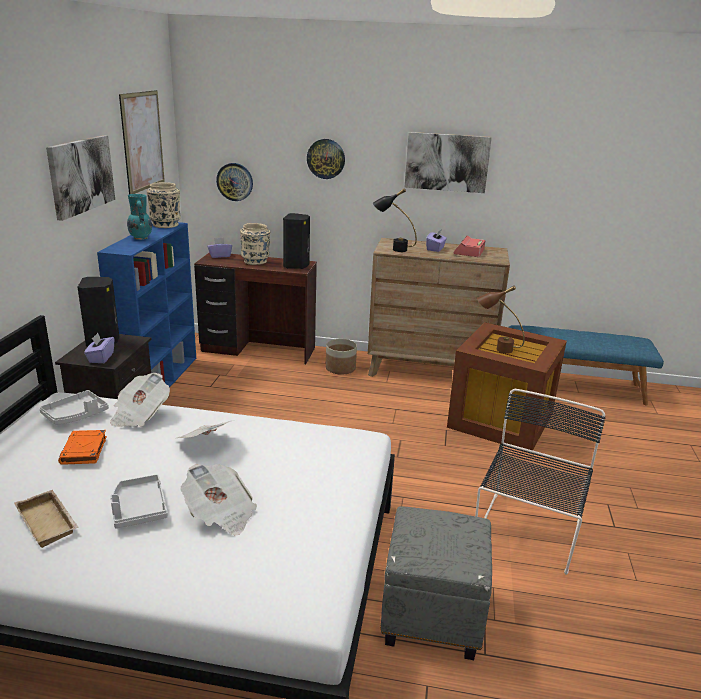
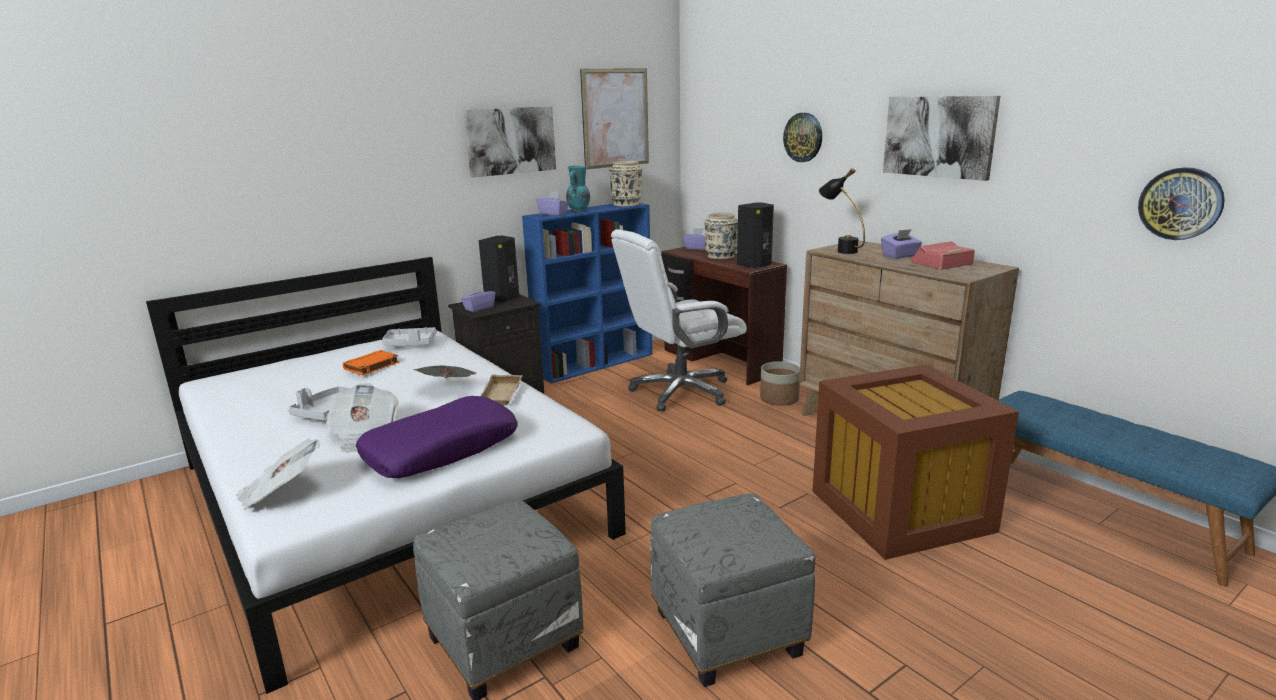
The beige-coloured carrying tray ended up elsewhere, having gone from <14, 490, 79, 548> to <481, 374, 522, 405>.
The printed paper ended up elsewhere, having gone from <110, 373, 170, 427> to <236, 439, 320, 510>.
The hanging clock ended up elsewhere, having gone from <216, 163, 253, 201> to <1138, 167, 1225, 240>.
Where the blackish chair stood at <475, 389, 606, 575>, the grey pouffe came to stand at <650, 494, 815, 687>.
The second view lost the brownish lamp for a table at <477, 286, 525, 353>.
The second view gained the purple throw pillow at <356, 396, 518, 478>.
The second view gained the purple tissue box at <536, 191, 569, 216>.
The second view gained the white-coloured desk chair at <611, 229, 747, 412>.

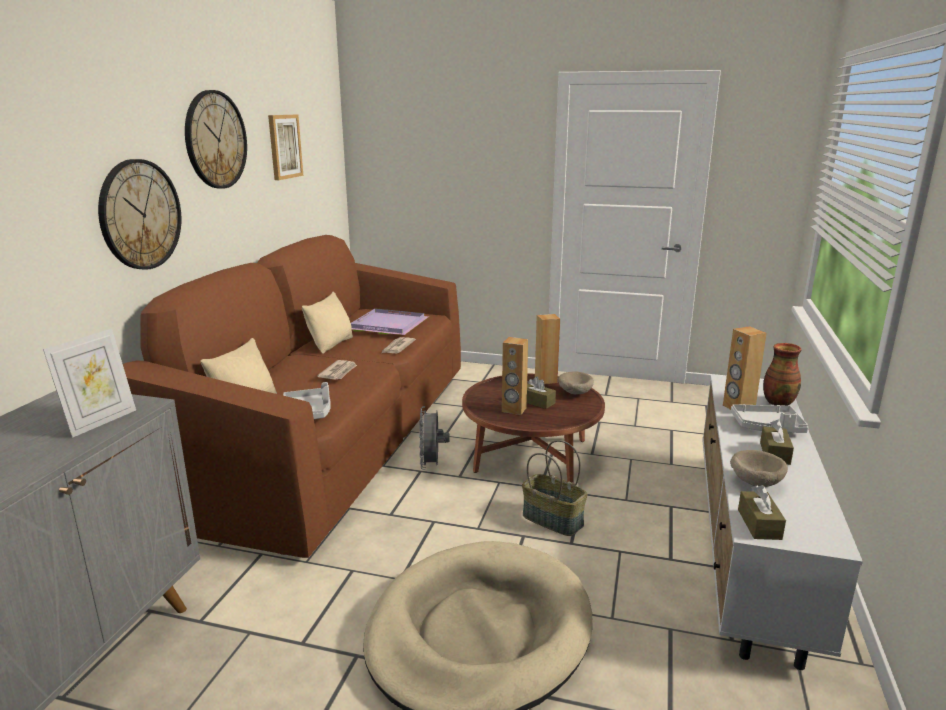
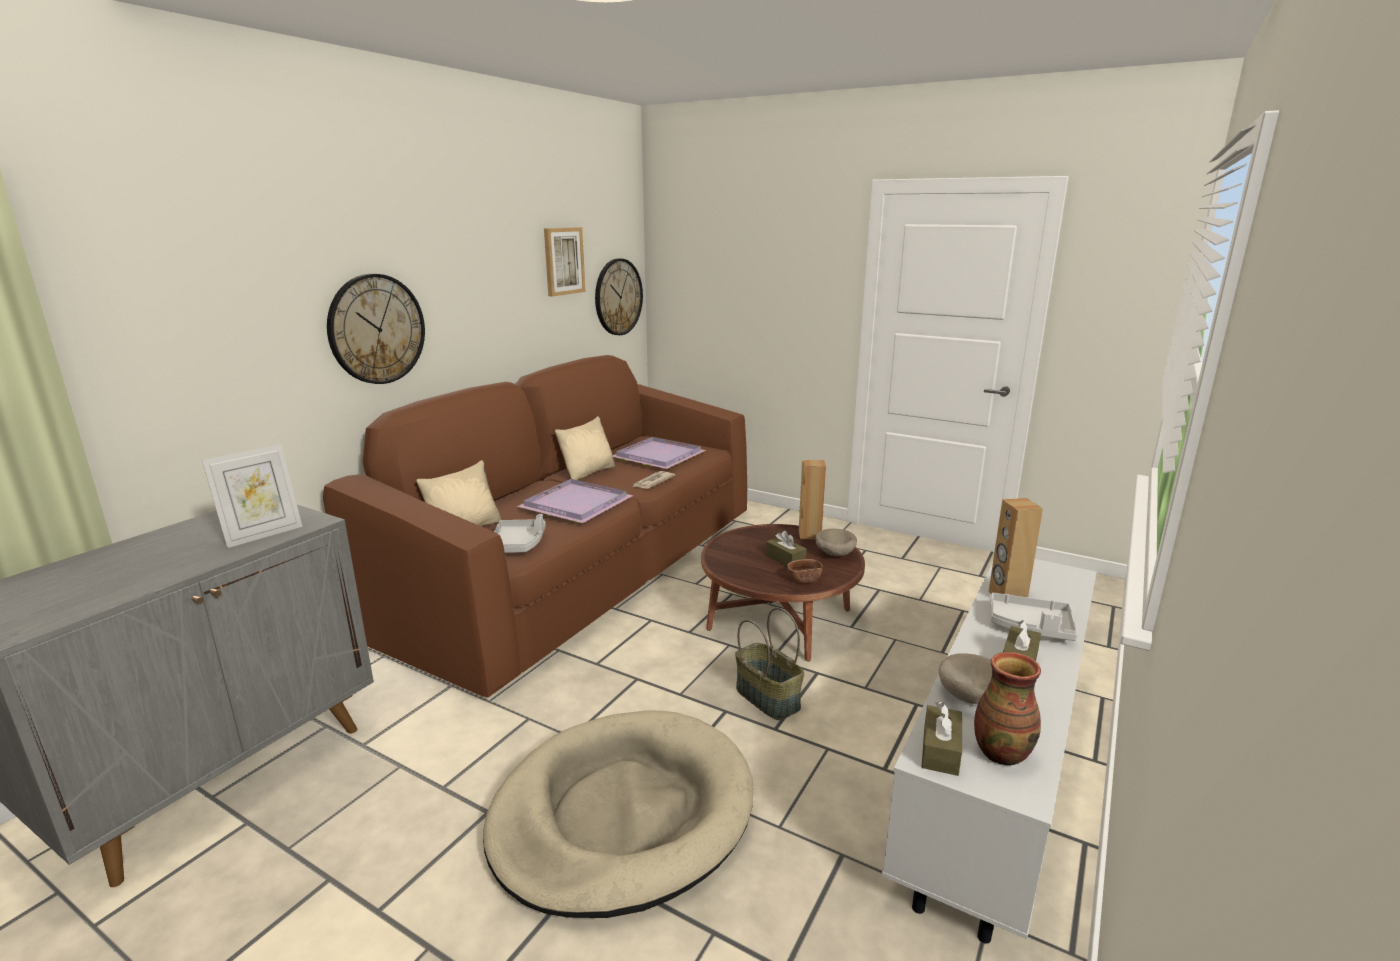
The hanging clock ended up elsewhere, having gone from <185, 90, 247, 189> to <595, 259, 643, 335>.
Where the printed paper stood at <317, 360, 357, 380>, the purple carrying tray came to stand at <517, 479, 633, 523>.
The second view lost the grey fan at <419, 406, 450, 470>.
The second view lost the brownish speaker at <502, 337, 528, 415>.
The vase ended up elsewhere, having gone from <763, 343, 802, 406> to <974, 652, 1041, 766>.
The second view gained the brownish deep dish at <787, 559, 823, 583>.

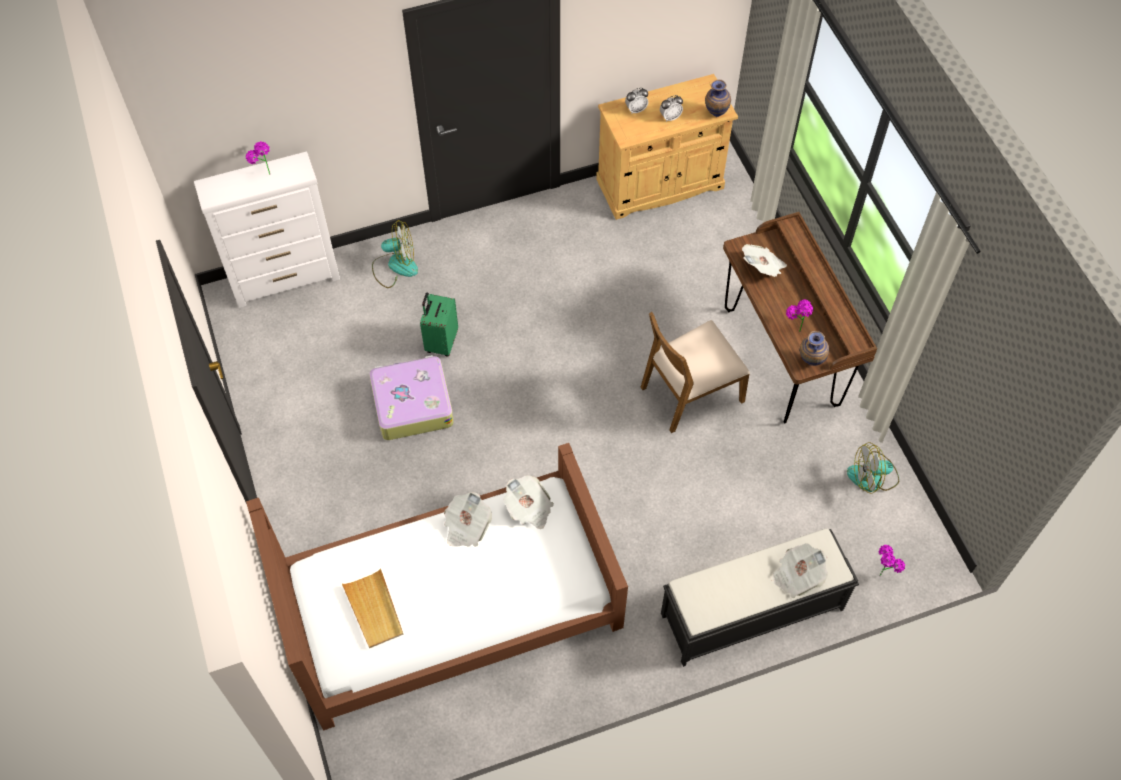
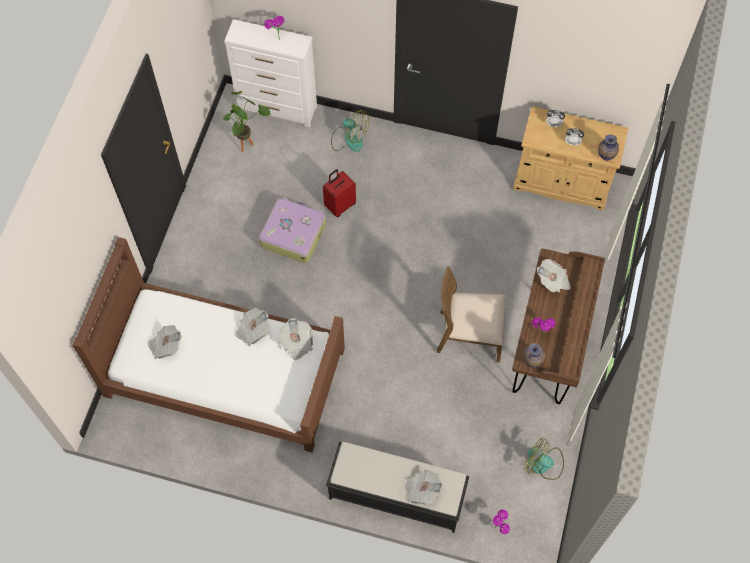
Where the beige-coloured carrying tray stood at <342, 568, 404, 648>, the printed paper came to stand at <147, 325, 182, 359>.
What was the green-coloured suitcase at <420, 293, 458, 357> turned into the reddish suitcase at <323, 169, 356, 217>.
The second view gained the potted plant at <223, 91, 271, 152>.

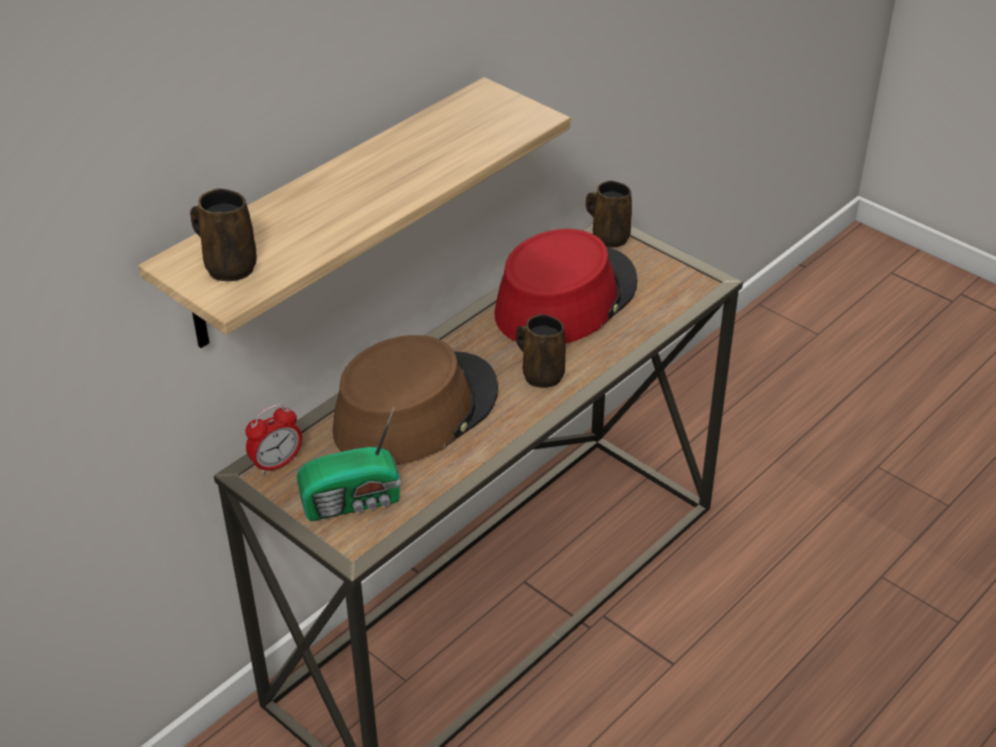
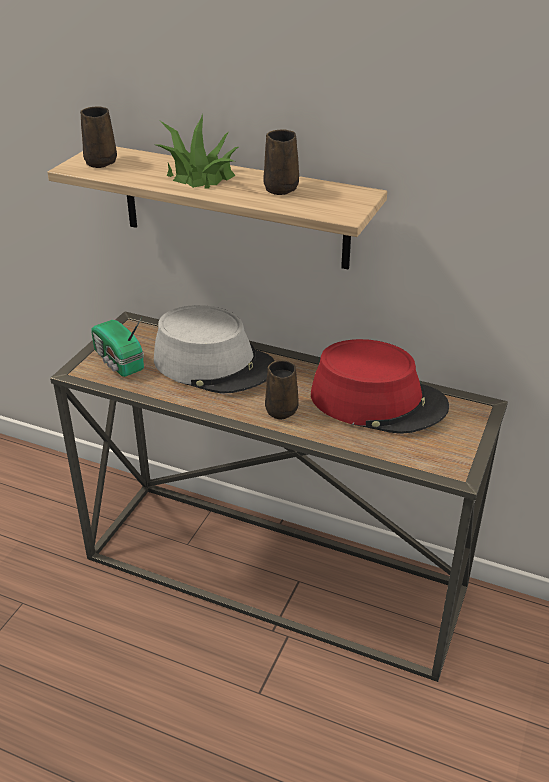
The second view lost the alarm clock at <245, 404, 302, 475>.
What was the brownish wearable hat at <333, 335, 498, 465> turned into the grey wearable hat at <154, 305, 274, 394>.
The brownish tea mug ended up elsewhere, having gone from <586, 181, 632, 248> to <263, 129, 299, 195>.
The second view gained the potted plant at <156, 114, 238, 189>.

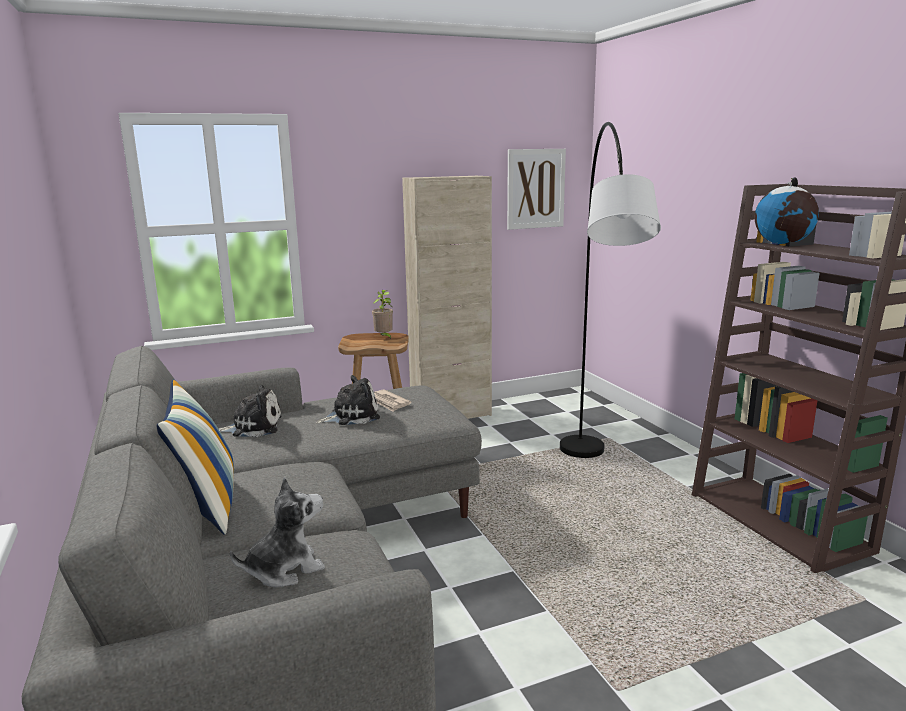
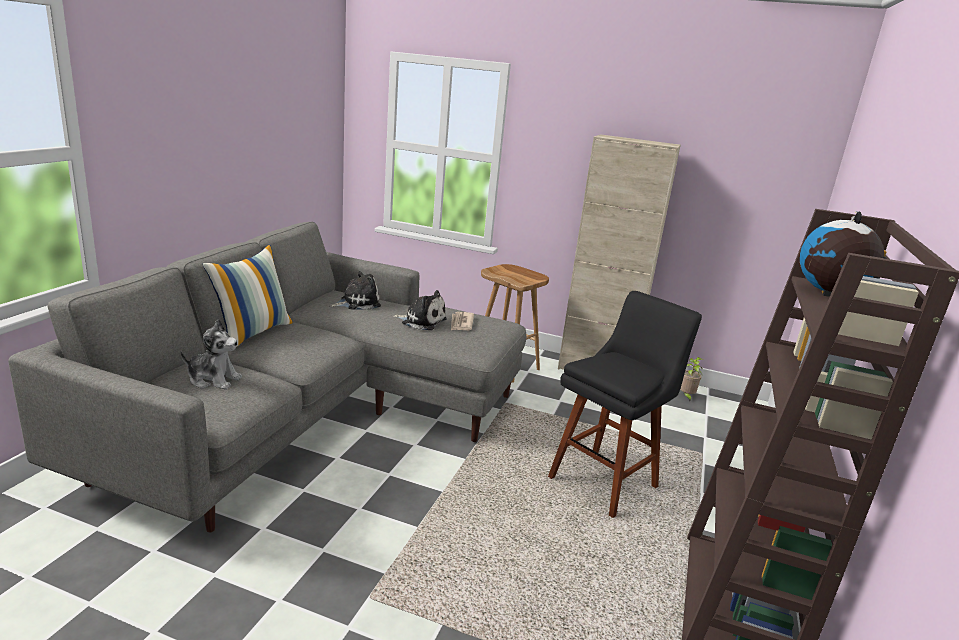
The soft toy at <219, 385, 282, 437> ended up facing another way, 60 degrees counterclockwise from before.
The potted plant ended up elsewhere, having gone from <372, 290, 393, 339> to <680, 357, 703, 402>.
The second view lost the wall picture at <507, 149, 566, 230>.
Where the grey floor lamp stood at <560, 122, 661, 458>, the blackish stool seat came to stand at <548, 291, 702, 518>.

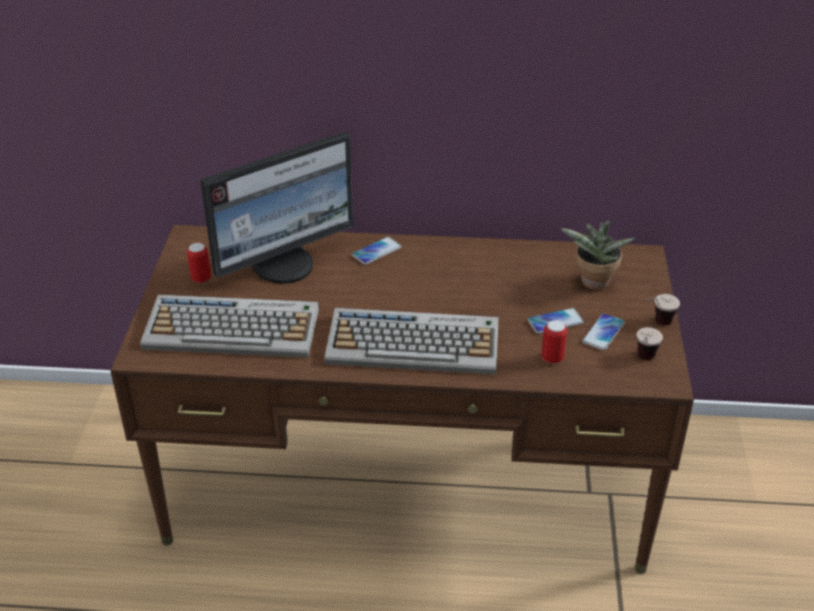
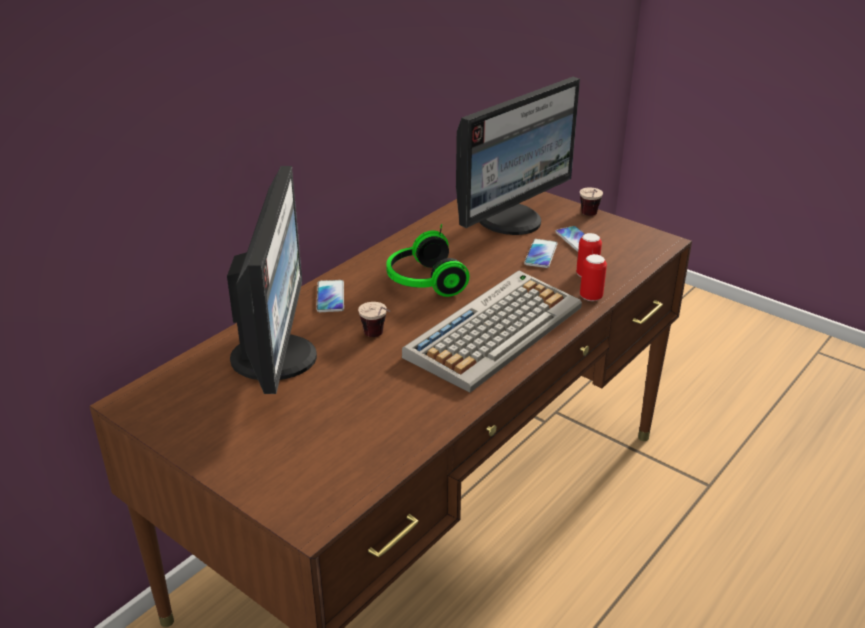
The second view lost the computer keyboard at <140, 295, 319, 358>.
The sealed can ended up elsewhere, having gone from <187, 243, 211, 283> to <580, 254, 607, 301>.
Where the potted plant stood at <560, 220, 635, 290>, the monitor came to stand at <456, 77, 580, 235>.
The small cup ended up elsewhere, having gone from <637, 327, 663, 360> to <358, 302, 390, 337>.
The second view gained the pair of headphones at <386, 224, 470, 297>.

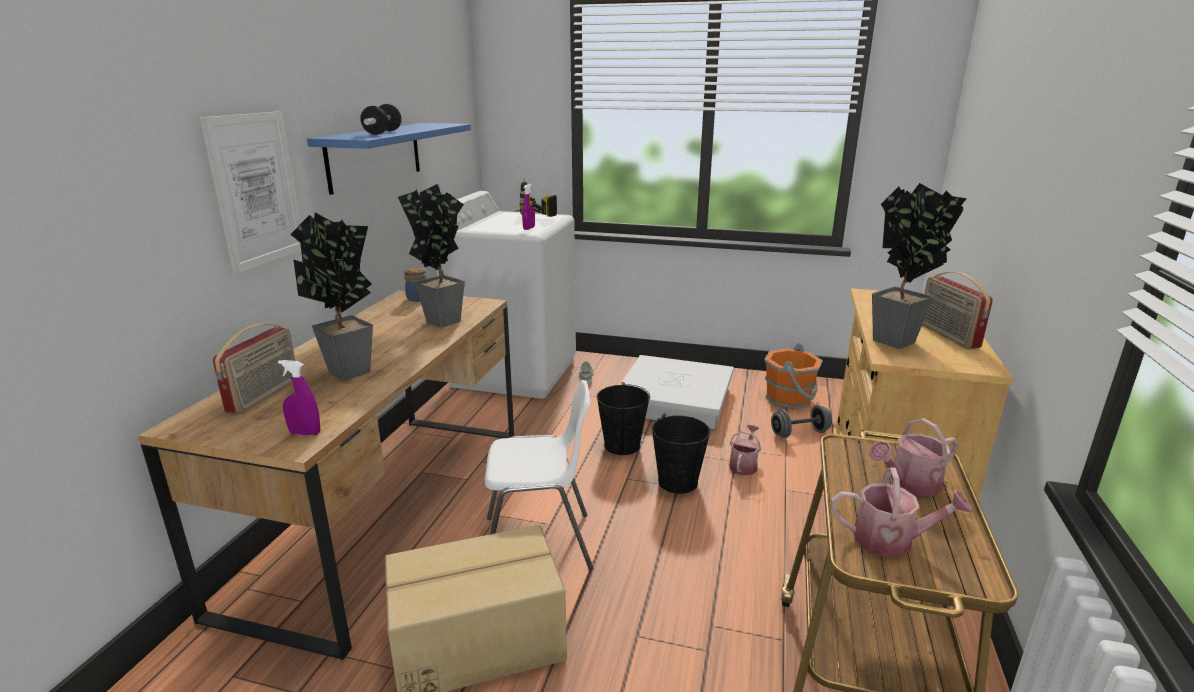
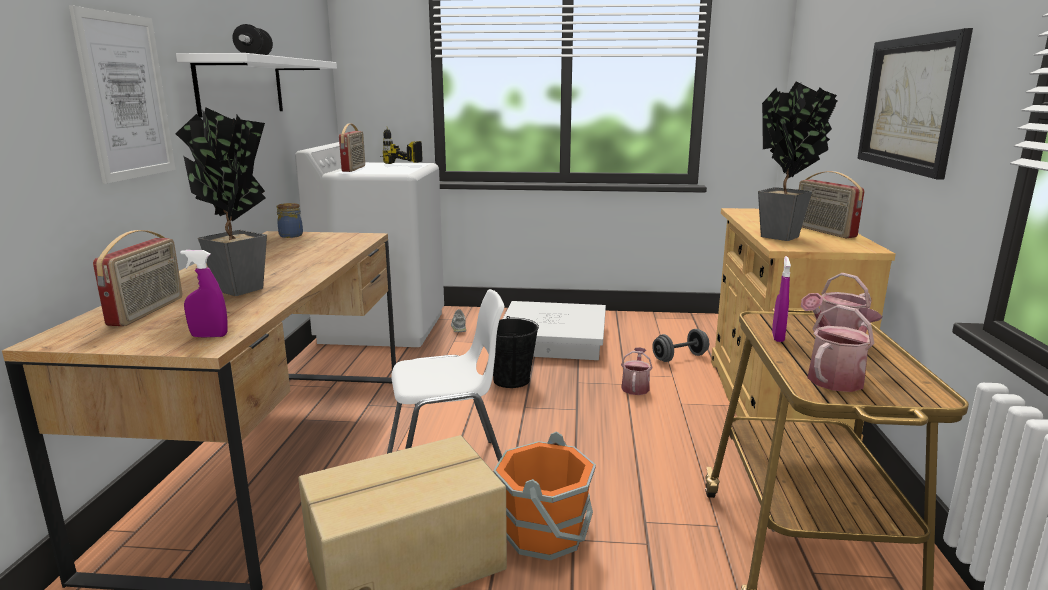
What was the blue shelf at <307, 123, 471, 195> turned into the white-coloured shelf at <176, 53, 337, 118>.
The second view lost the potted plant at <398, 184, 465, 327>.
The purple hand sprayer ended up elsewhere, having gone from <522, 184, 535, 230> to <772, 256, 791, 342>.
The second view lost the blackish water bucket at <651, 414, 710, 494>.
The orange water bucket ended up elsewhere, having gone from <764, 343, 823, 409> to <493, 431, 596, 561>.
The sprinkling can at <831, 467, 972, 557> ended up facing another way, 45 degrees counterclockwise from before.
The second view gained the radio set at <339, 124, 365, 172>.
The second view gained the wall picture at <857, 28, 973, 179>.

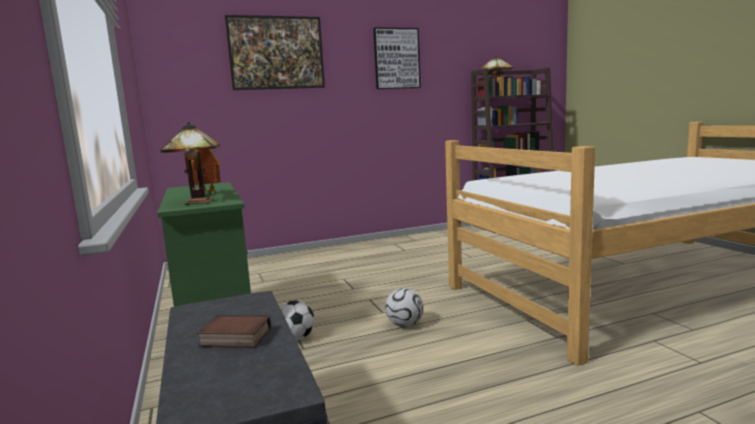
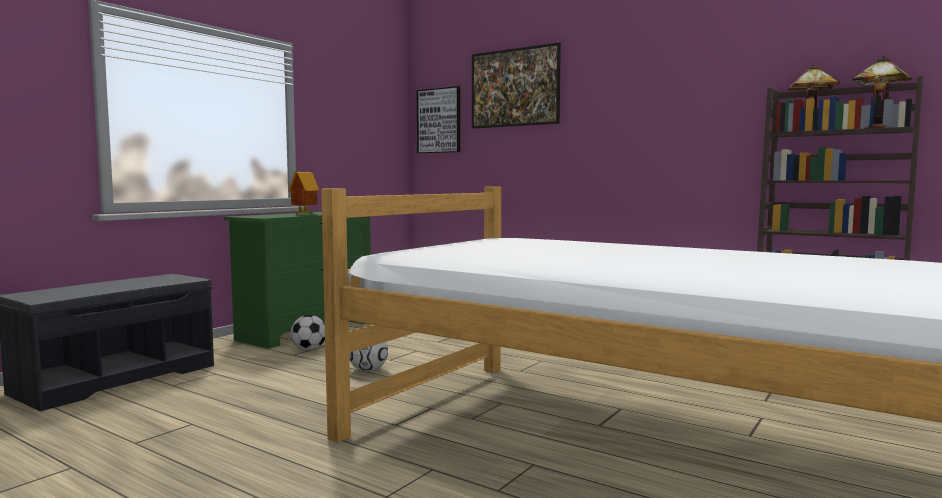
The lamp for a table ended up elsewhere, having gone from <160, 122, 220, 205> to <852, 56, 912, 129>.
The second view lost the bound book at <197, 315, 271, 348>.
The wall picture ended up elsewhere, having gone from <373, 28, 421, 89> to <417, 86, 460, 154>.

